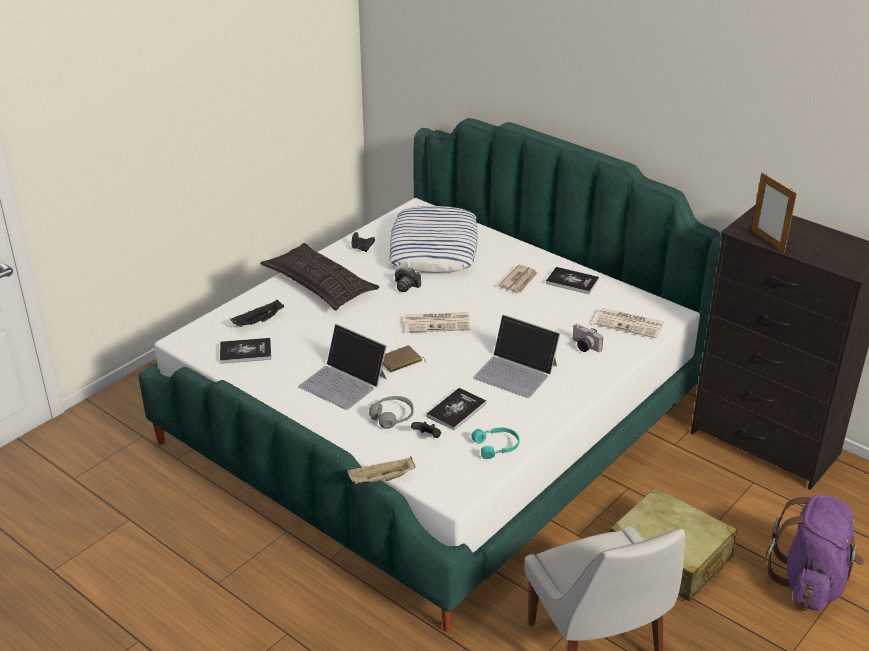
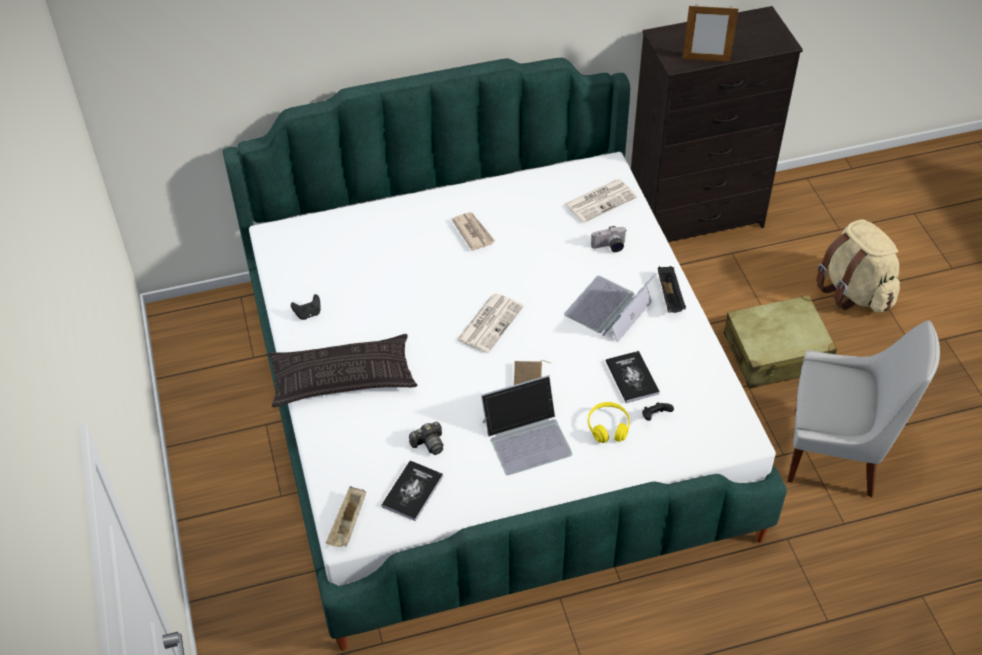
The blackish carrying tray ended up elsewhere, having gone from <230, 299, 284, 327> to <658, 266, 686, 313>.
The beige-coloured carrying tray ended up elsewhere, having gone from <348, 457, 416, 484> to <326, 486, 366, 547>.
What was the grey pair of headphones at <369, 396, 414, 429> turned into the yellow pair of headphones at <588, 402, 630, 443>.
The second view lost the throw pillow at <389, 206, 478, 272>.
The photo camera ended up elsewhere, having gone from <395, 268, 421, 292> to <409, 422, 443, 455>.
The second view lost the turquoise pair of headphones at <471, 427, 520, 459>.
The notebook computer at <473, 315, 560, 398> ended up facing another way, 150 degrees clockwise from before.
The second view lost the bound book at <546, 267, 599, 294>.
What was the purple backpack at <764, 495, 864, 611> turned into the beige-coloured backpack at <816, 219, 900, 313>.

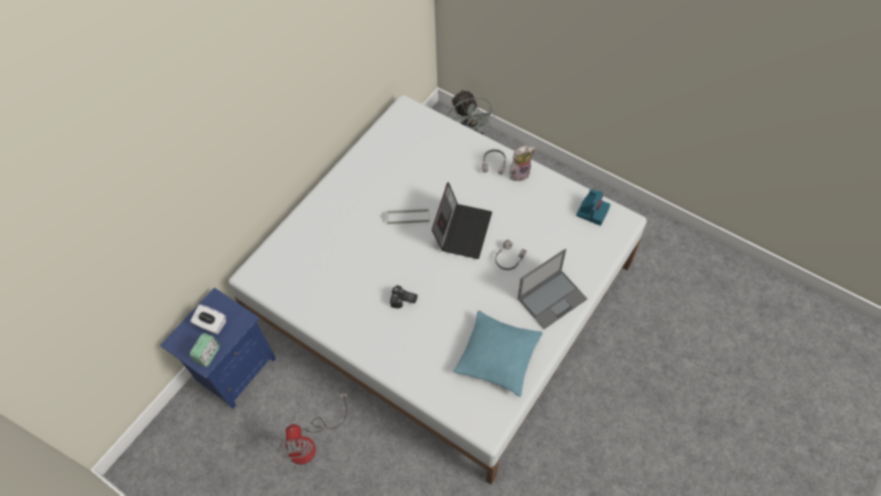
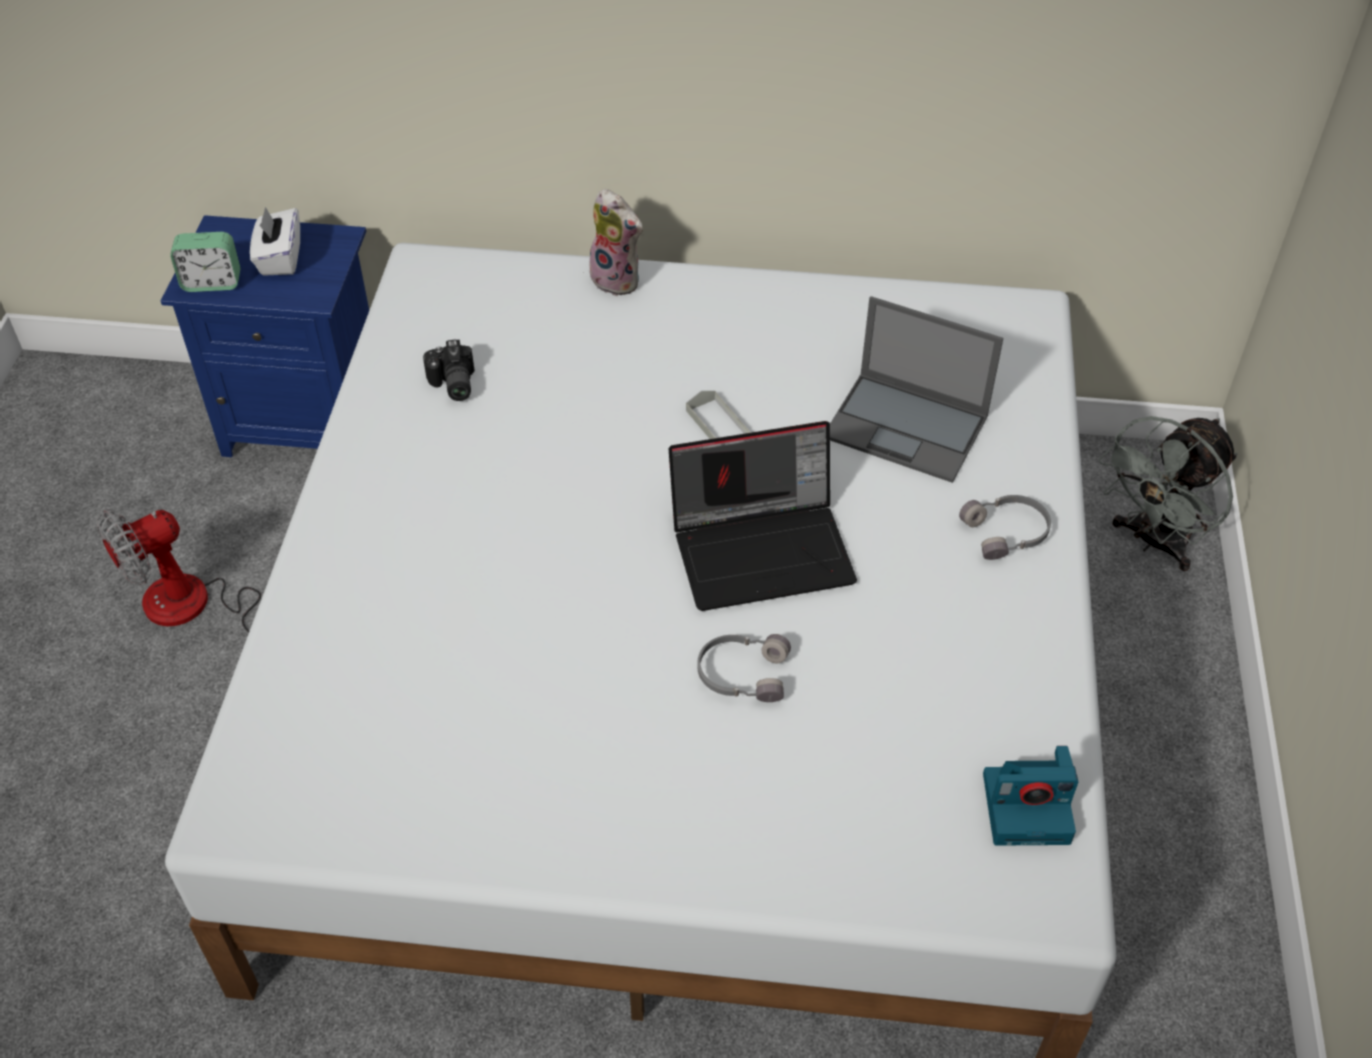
The photo camera ended up elsewhere, having gone from <390, 285, 418, 308> to <423, 339, 475, 401>.
The second view lost the turquoise throw pillow at <454, 311, 543, 397>.
The soft toy ended up elsewhere, having gone from <509, 145, 536, 181> to <590, 189, 644, 296>.
The notebook computer ended up elsewhere, having gone from <518, 249, 587, 329> to <830, 296, 1003, 483>.

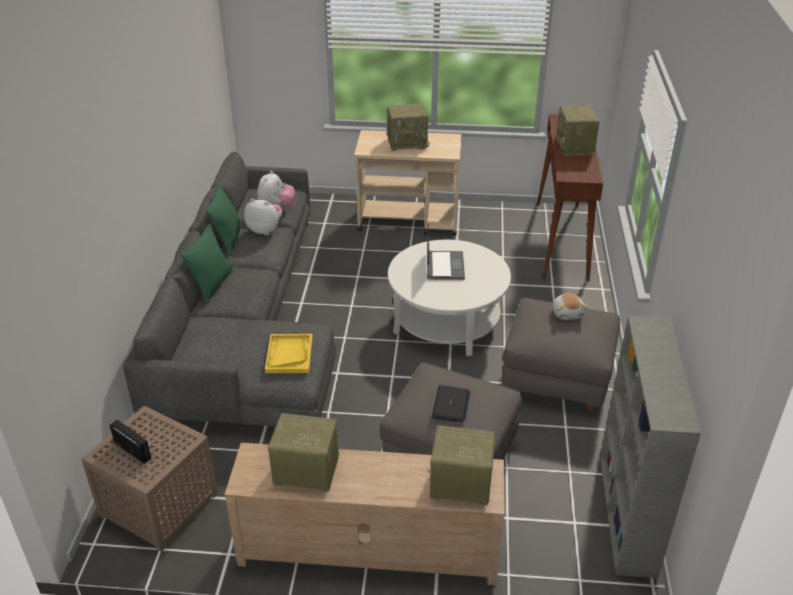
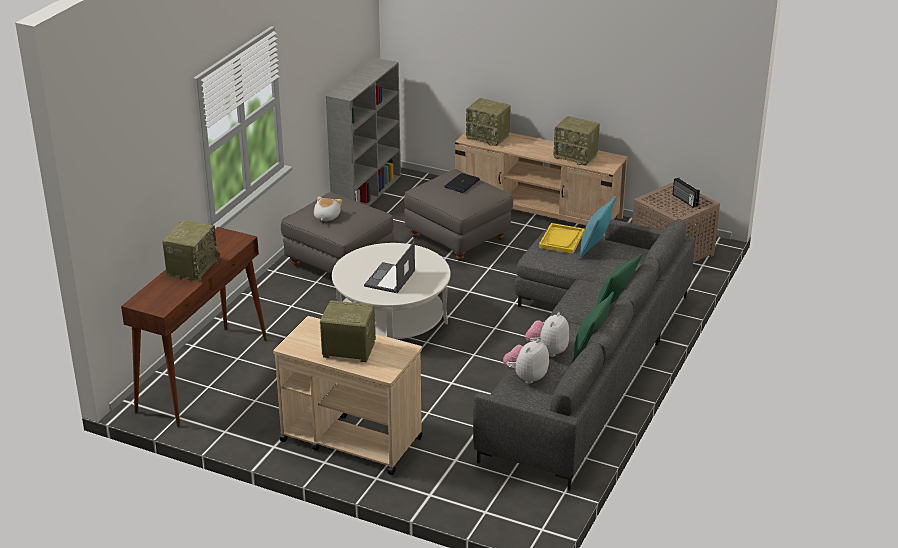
The soft toy at <244, 199, 282, 235> ended up facing another way, 75 degrees clockwise from before.
The second view gained the turquoise throw pillow at <578, 196, 616, 260>.

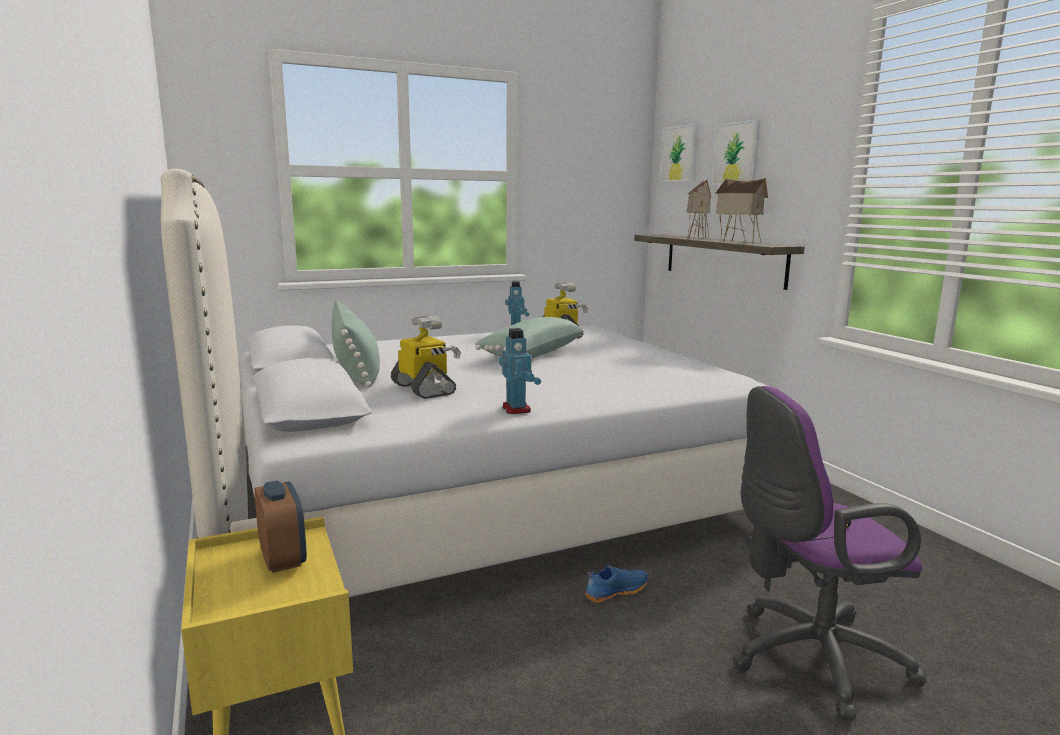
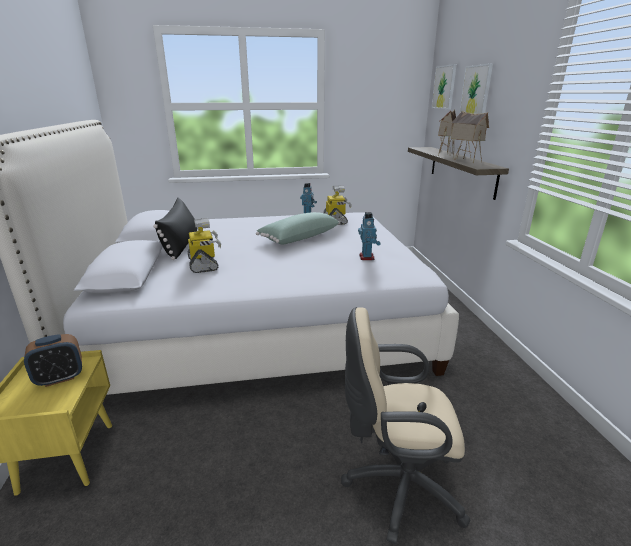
The alarm clock at <254, 481, 307, 573> ended up facing another way, 75 degrees clockwise from before.
What was the green-coloured throw pillow at <332, 301, 380, 388> turned into the blackish throw pillow at <153, 198, 197, 260>.
The robot figure ended up elsewhere, having gone from <499, 328, 541, 414> to <358, 212, 381, 260>.
The second view lost the blue item of footwear at <585, 565, 648, 603>.
What was the purple desk chair at <732, 386, 926, 721> turned into the beige-coloured desk chair at <341, 307, 470, 544>.

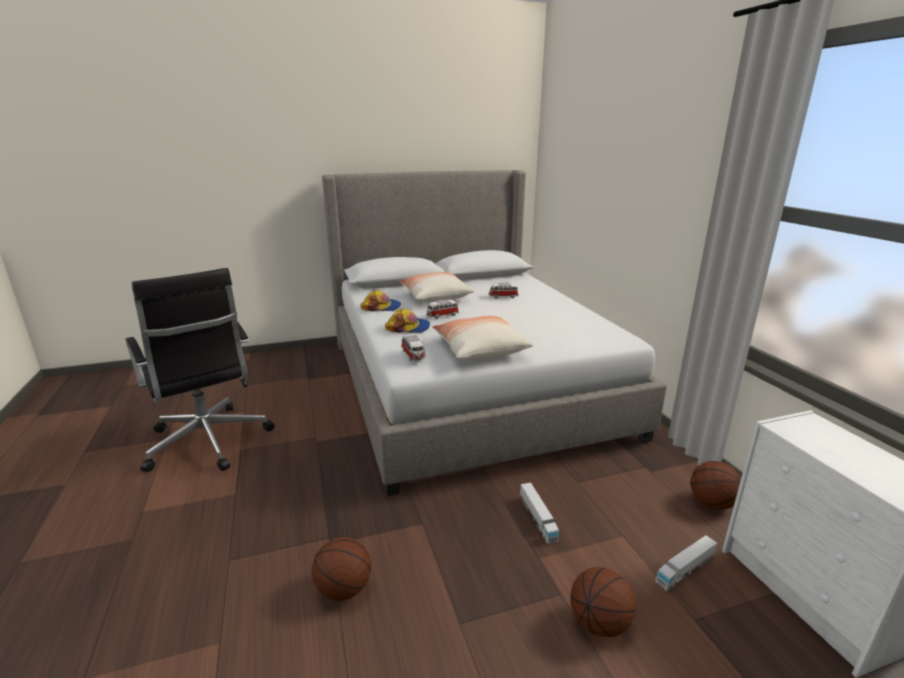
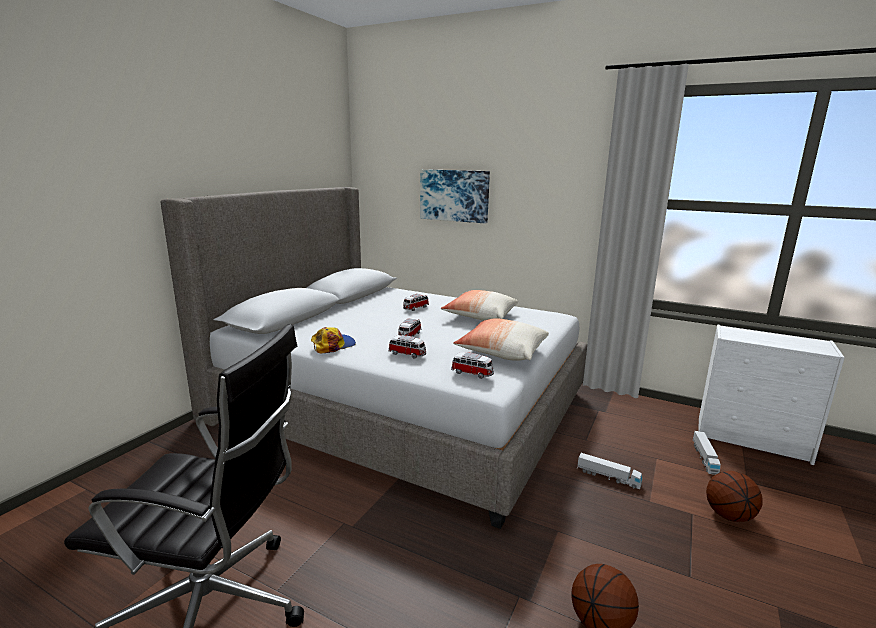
Where the baseball cap stood at <385, 308, 430, 333>, the toy car came to stand at <388, 335, 426, 359>.
The throw pillow ended up elsewhere, having gone from <399, 272, 474, 302> to <441, 290, 518, 321>.
The second view lost the basketball at <690, 461, 741, 510>.
The second view gained the wall picture at <420, 169, 490, 224>.

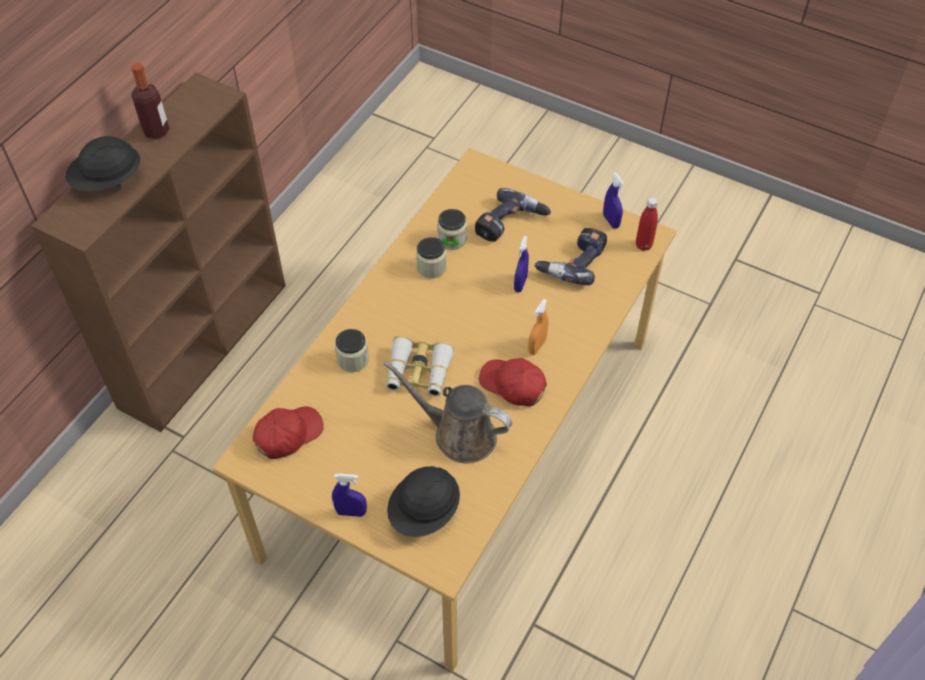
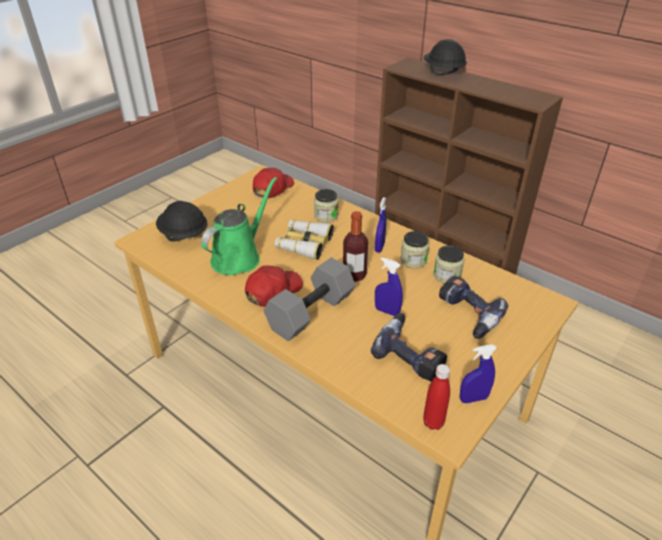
The bottle ended up elsewhere, having gone from <131, 63, 170, 140> to <343, 211, 368, 282>.
The reddish baseball cap at <253, 406, 324, 459> ended up facing another way, 120 degrees counterclockwise from before.
The blue hand sprayer ended up elsewhere, having gone from <332, 474, 367, 517> to <375, 197, 386, 253>.
What was the brownish sprinkling can at <384, 360, 512, 463> turned into the green-coloured sprinkling can at <201, 177, 277, 275>.
Where the orange hand sprayer stood at <528, 299, 548, 355>, the grey hand weight came to stand at <264, 257, 355, 341>.

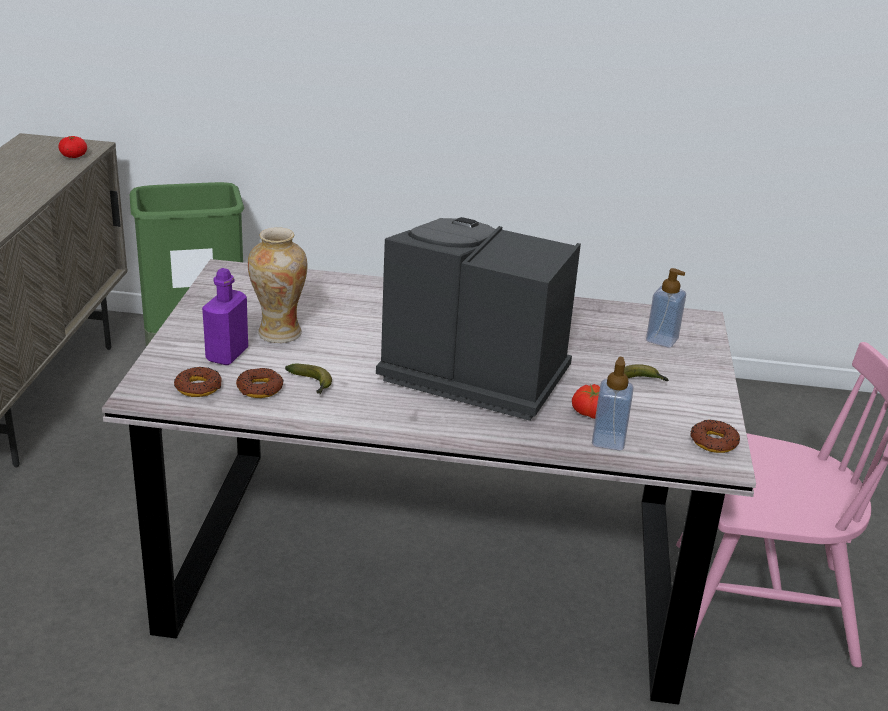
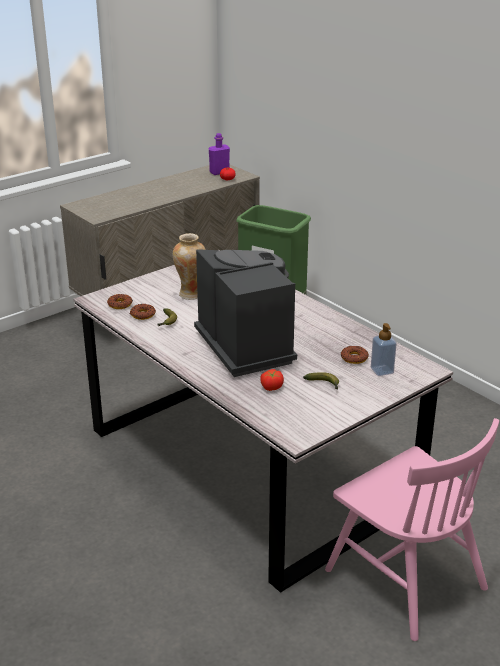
The purple bottle ended up elsewhere, having gone from <202, 268, 248, 365> to <209, 133, 230, 175>.
The second view lost the soap dispenser at <592, 357, 634, 451>.
The donut ended up elsewhere, having gone from <690, 420, 740, 453> to <341, 346, 369, 364>.

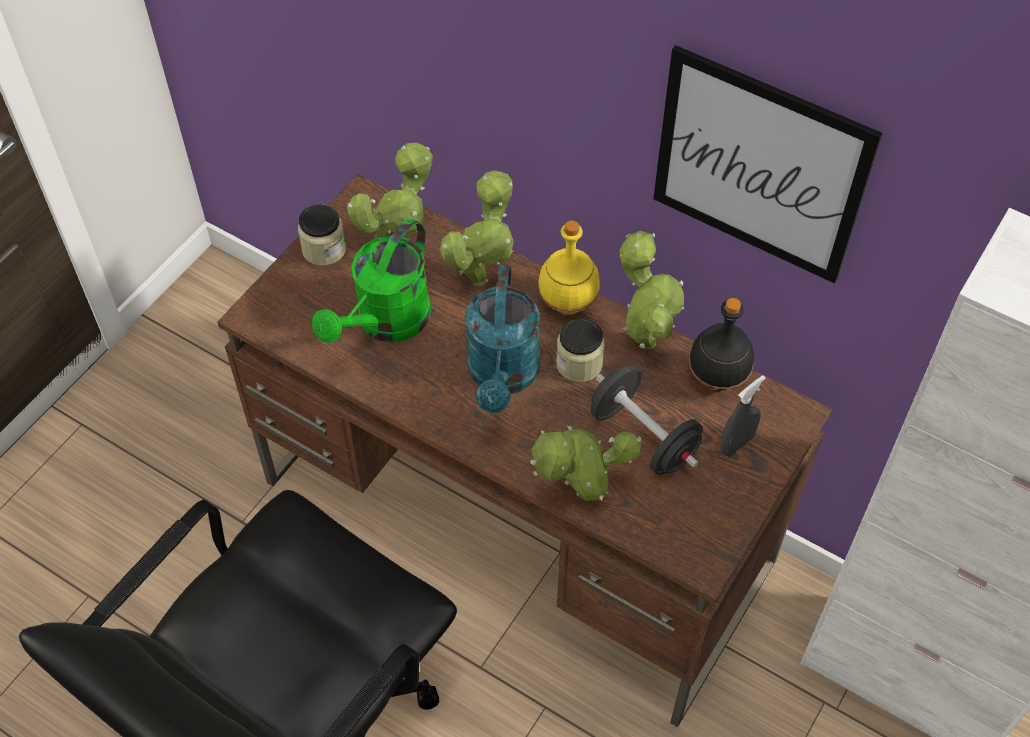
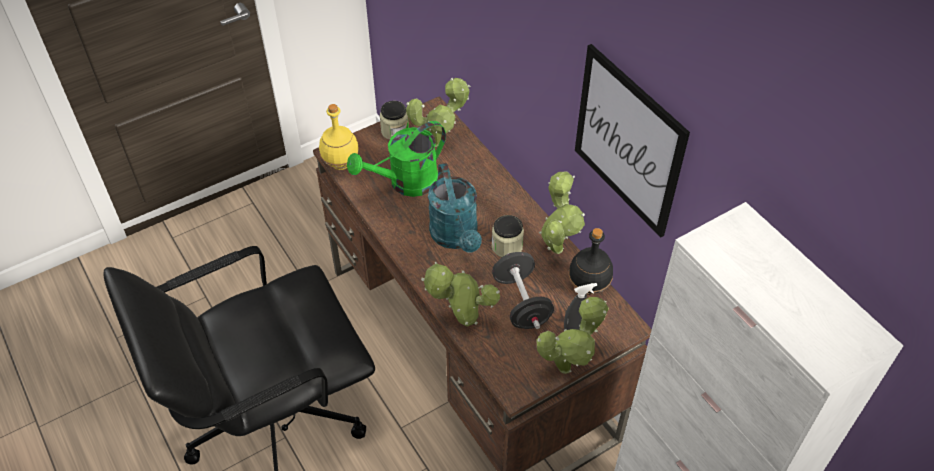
The potted plant ended up elsewhere, having gone from <440, 170, 514, 286> to <536, 297, 609, 374>.
The turquoise sprinkling can at <465, 265, 540, 413> ended up facing another way, 45 degrees counterclockwise from before.
The yellow bottle ended up elsewhere, having gone from <538, 221, 600, 315> to <319, 104, 359, 170>.

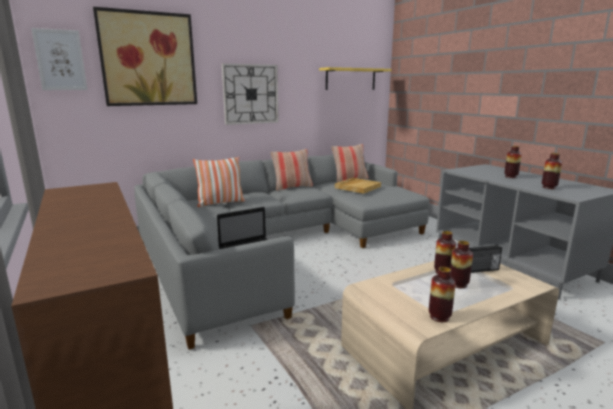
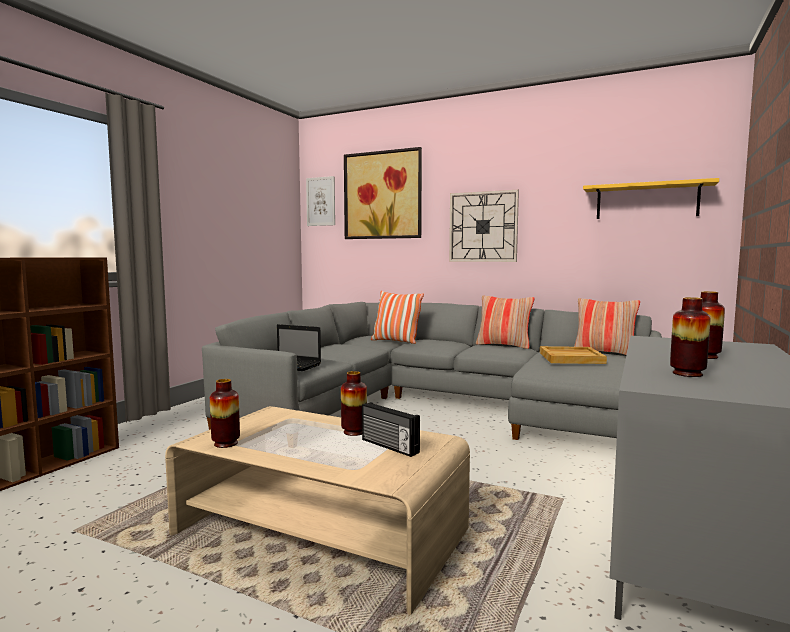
The second view lost the vase at <450, 241, 473, 289>.

